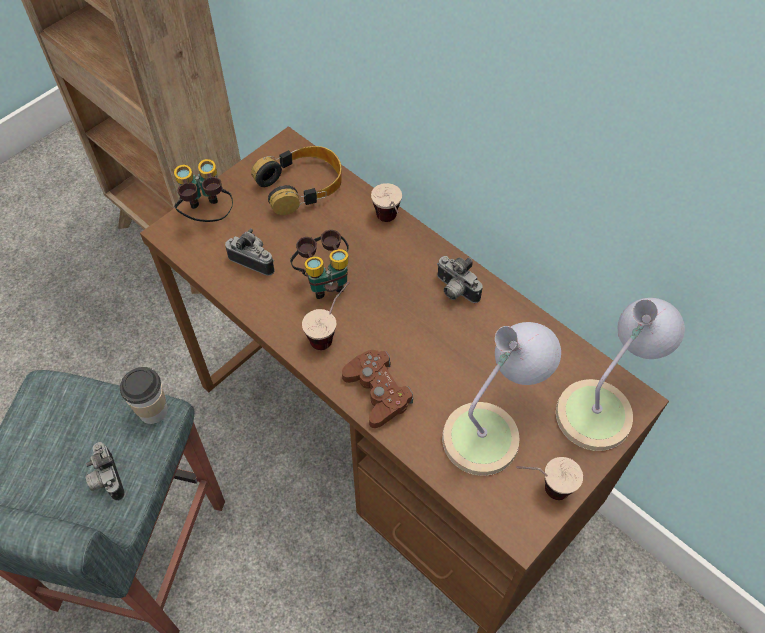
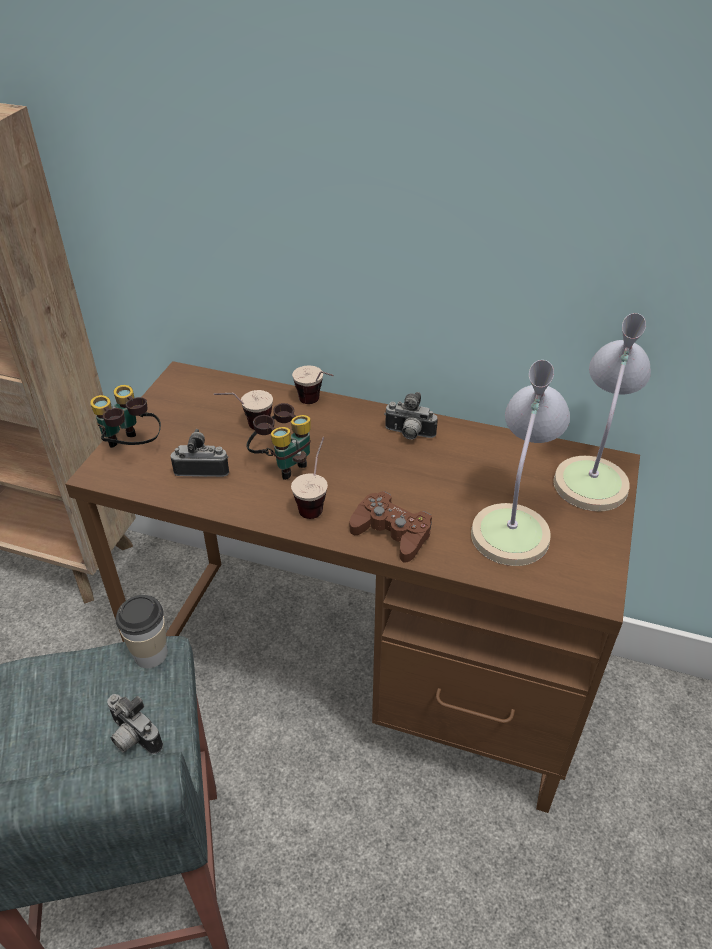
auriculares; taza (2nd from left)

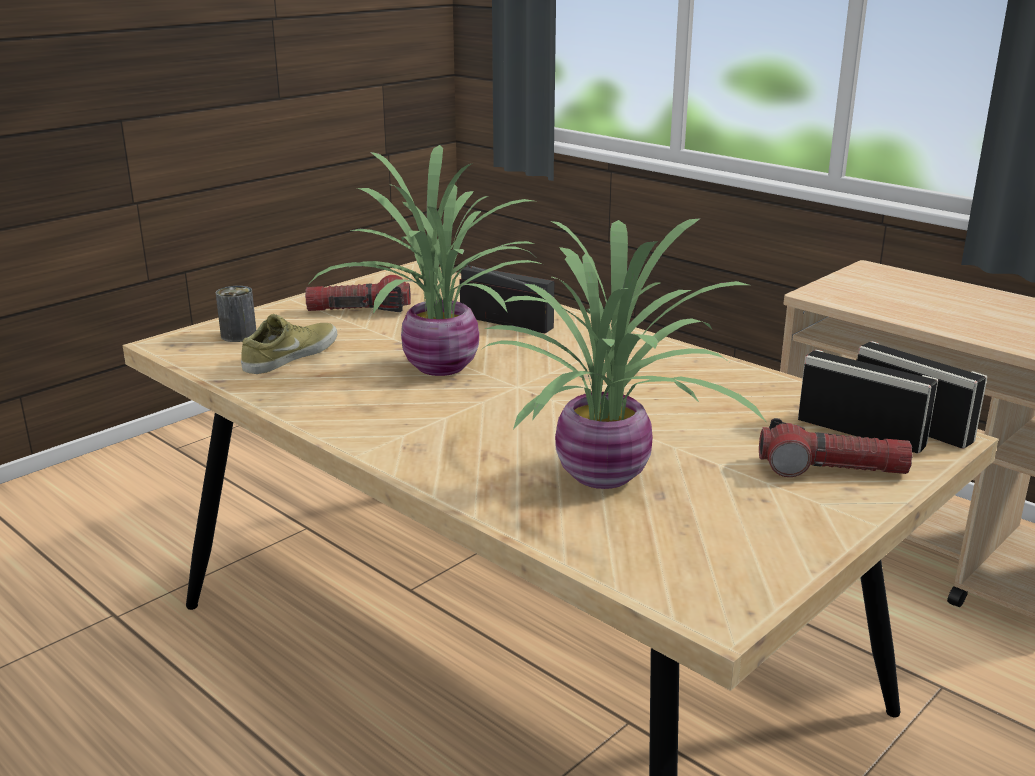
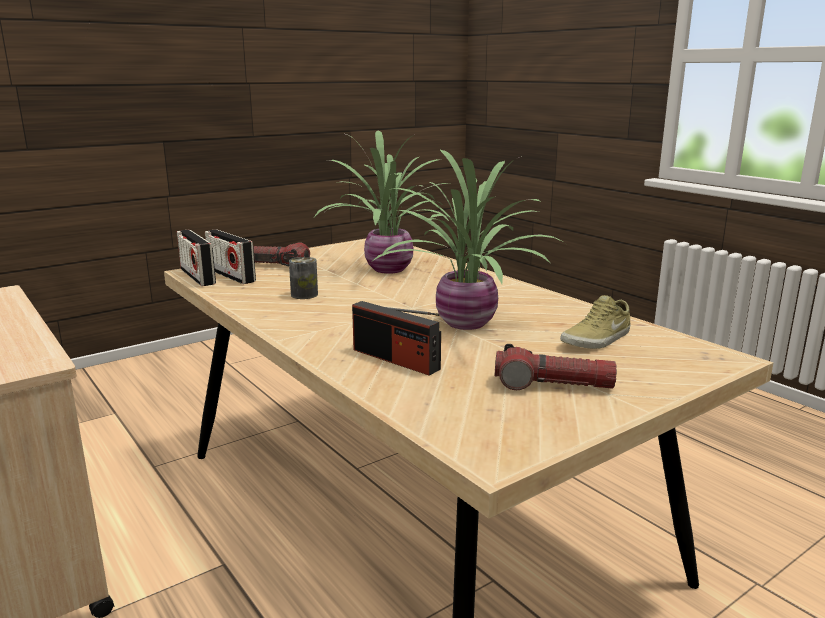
lata

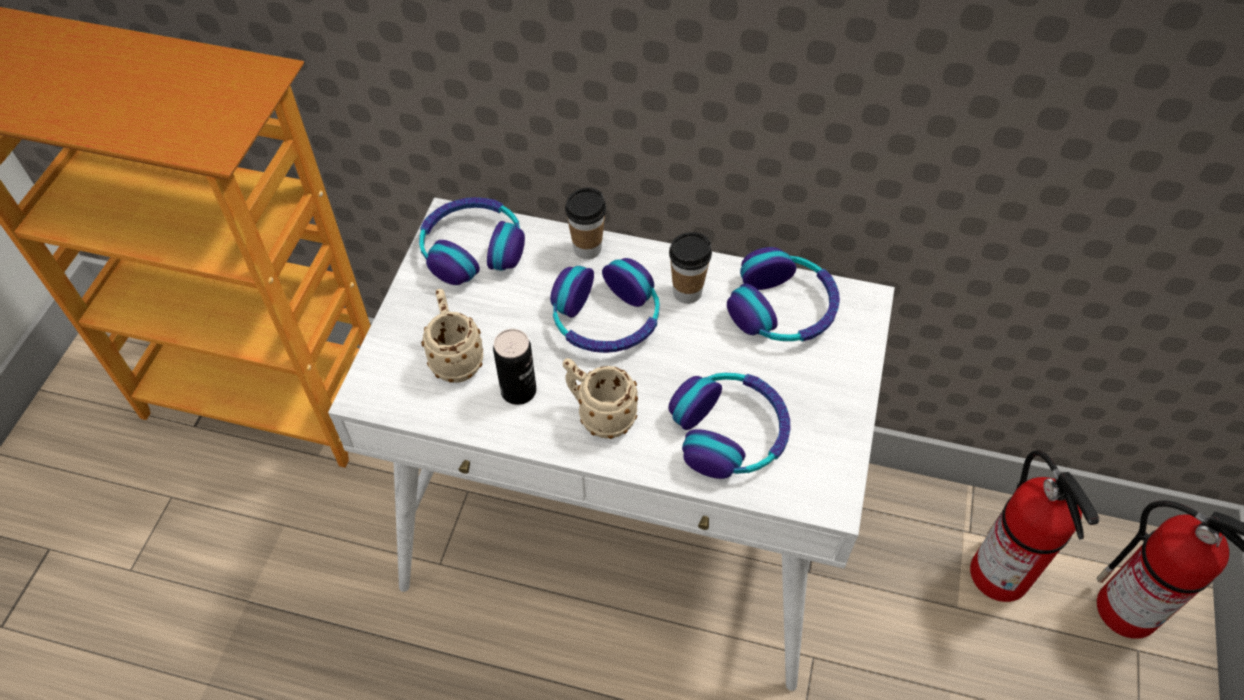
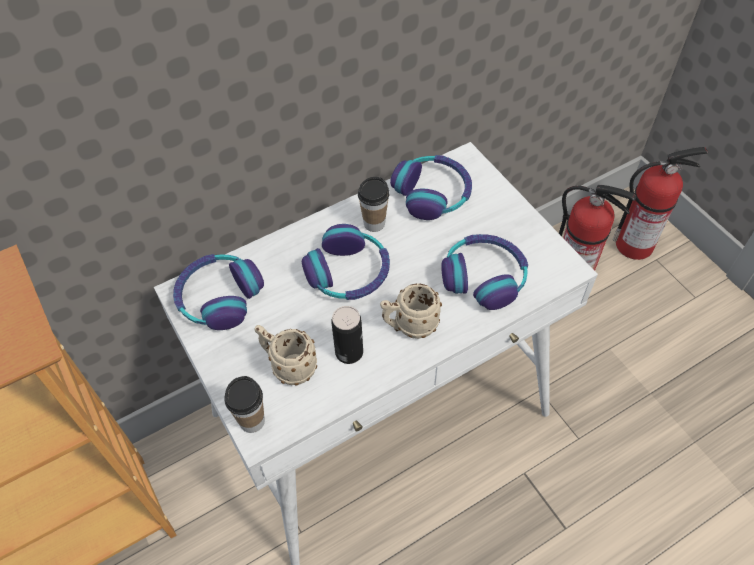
taza (1st from left)

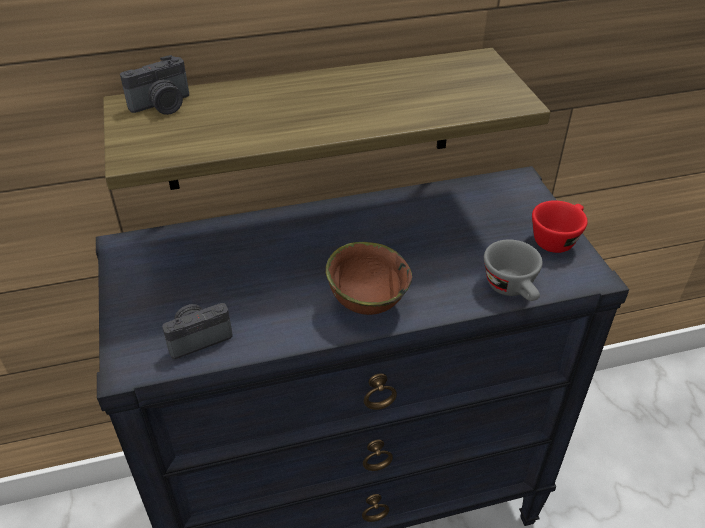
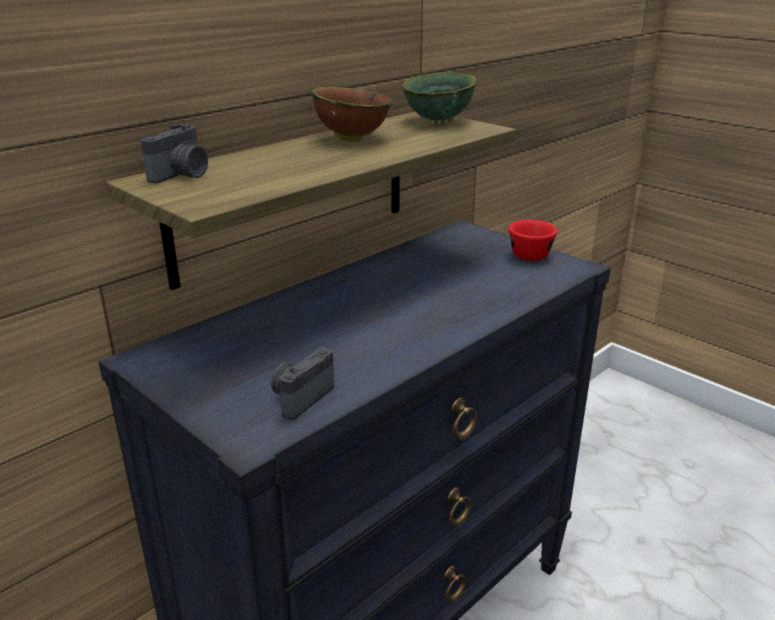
taza (gris); cuenco (marrón); cuenco (verde)

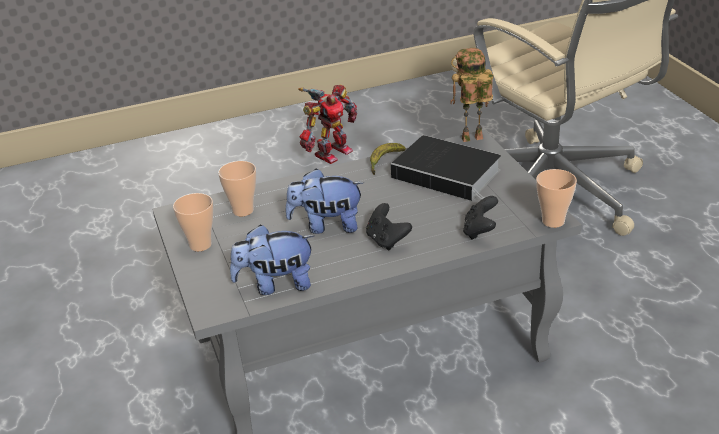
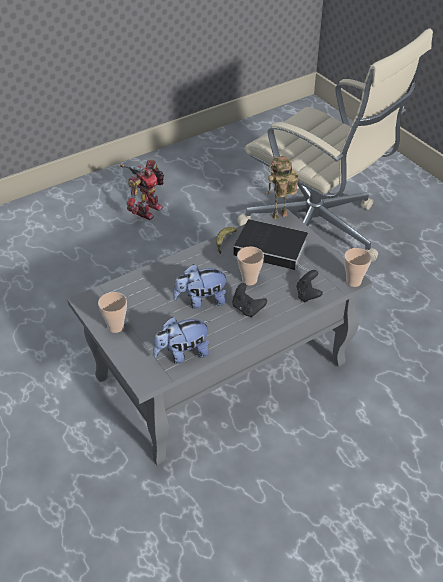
taza (2nd from left)

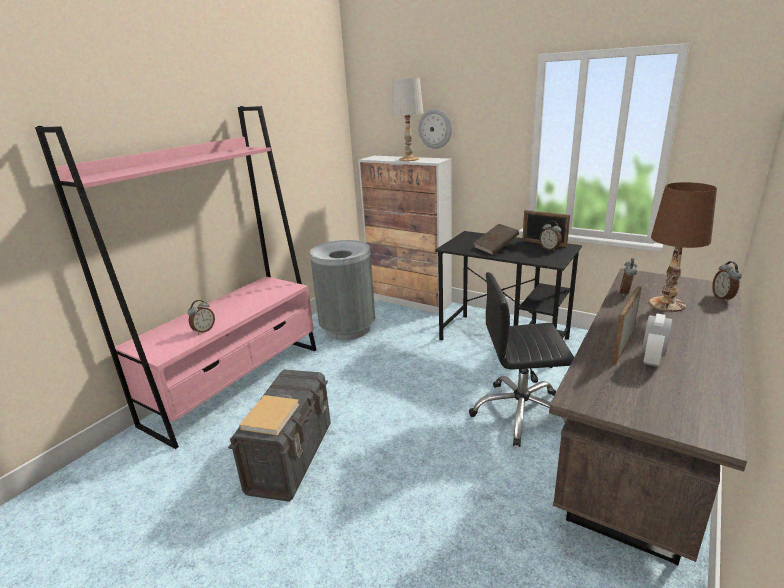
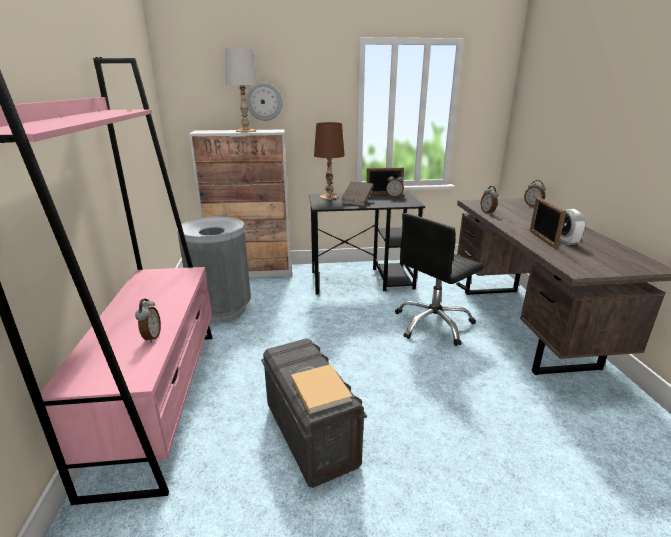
lámpara de mesa (marrón)

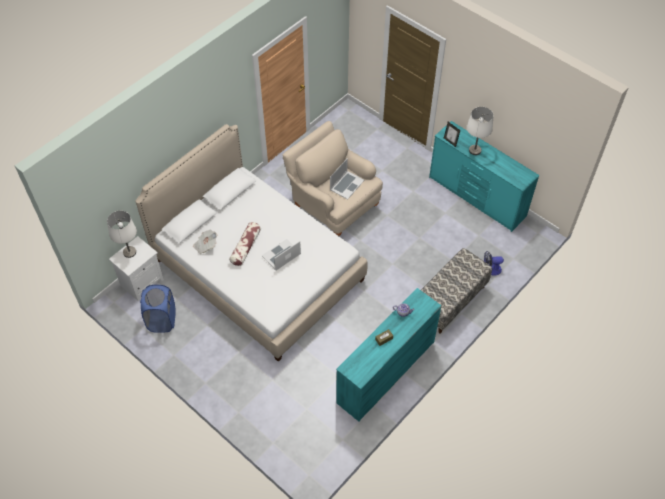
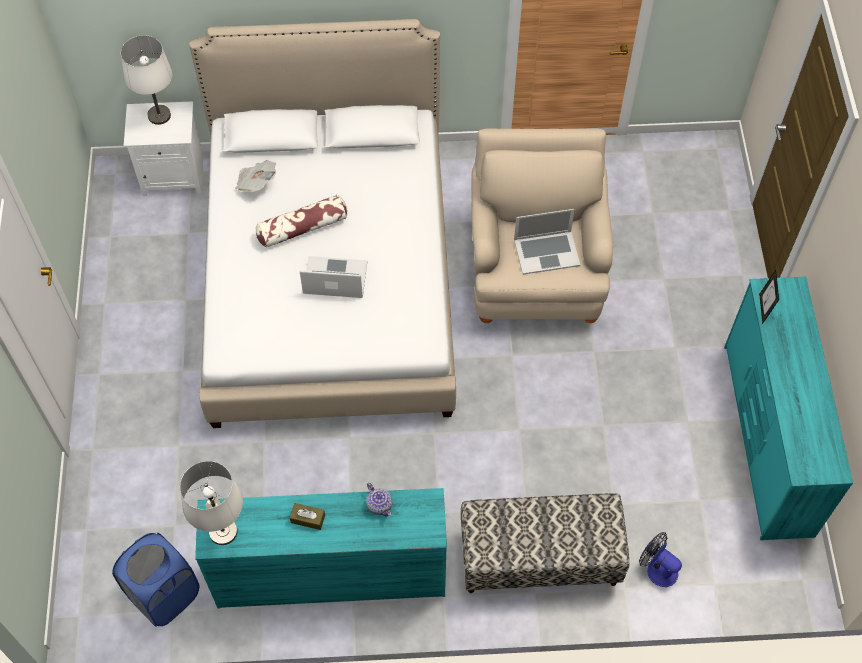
lámpara de mesa (blanco) (2nd from left); cesto de la ropa (azul)

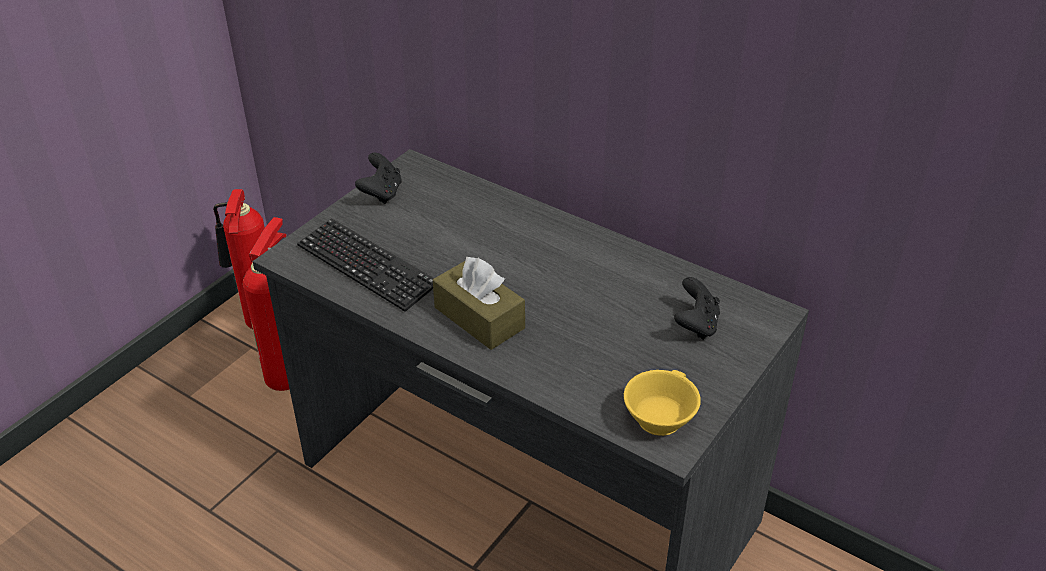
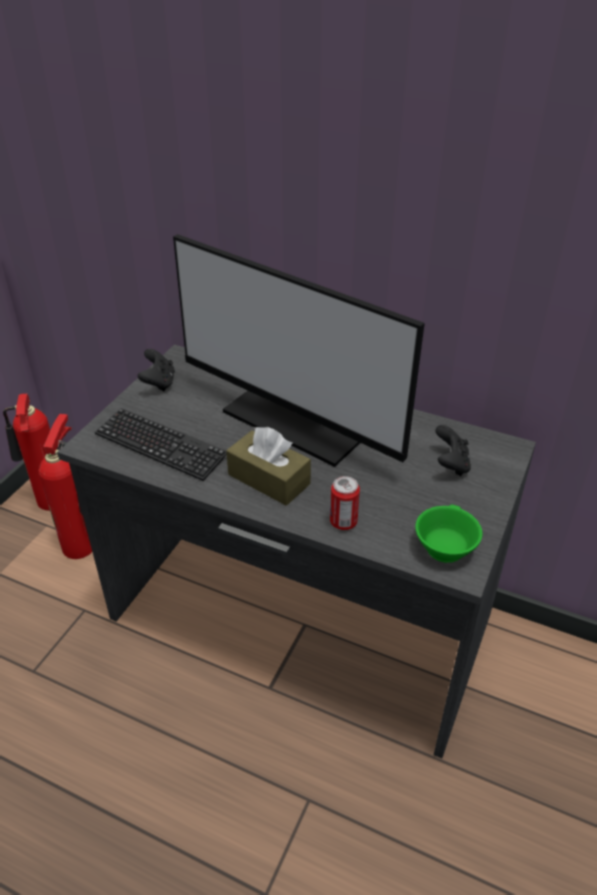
taza (verde); monitor; lata

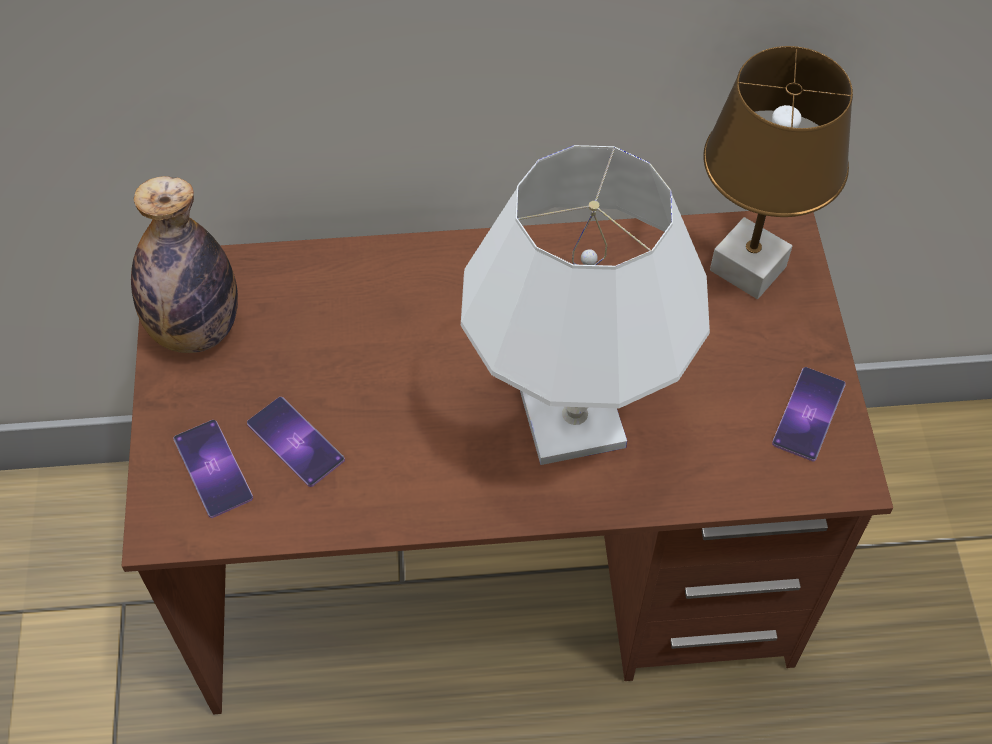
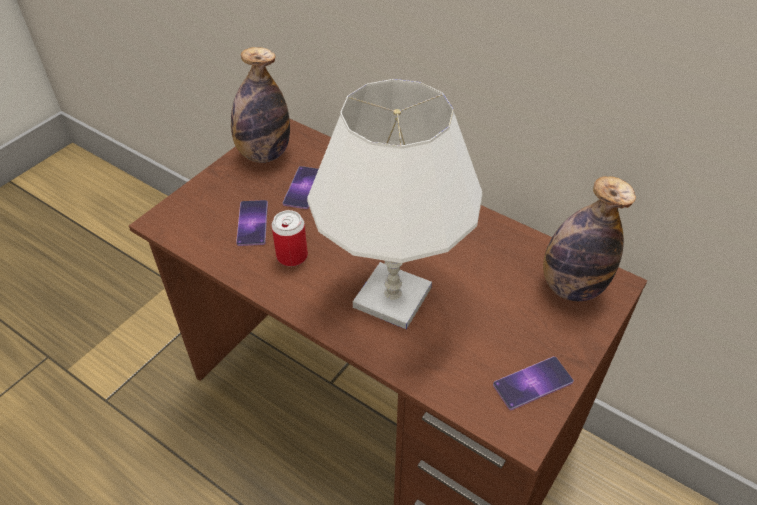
botella (2nd from left); móvil (2nd from left); lata

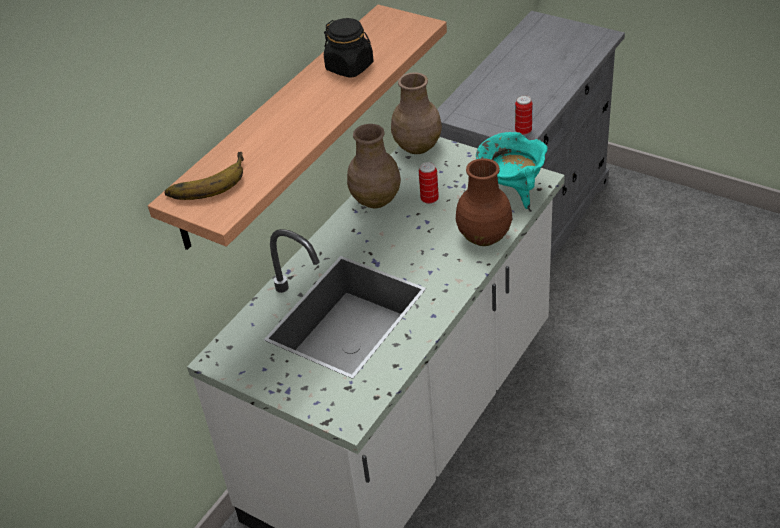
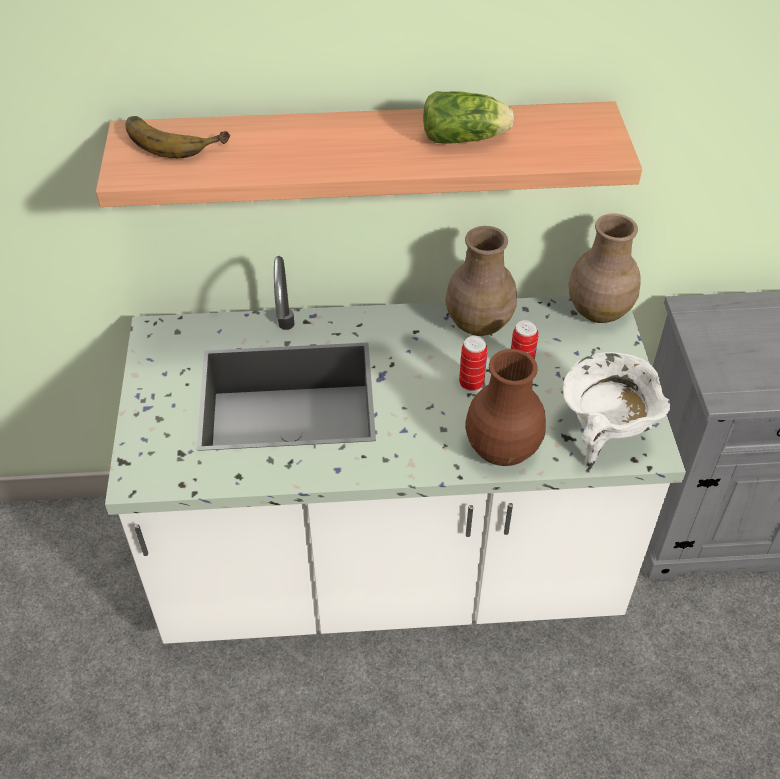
lechuga; lata (1st from left); olla (blanco)

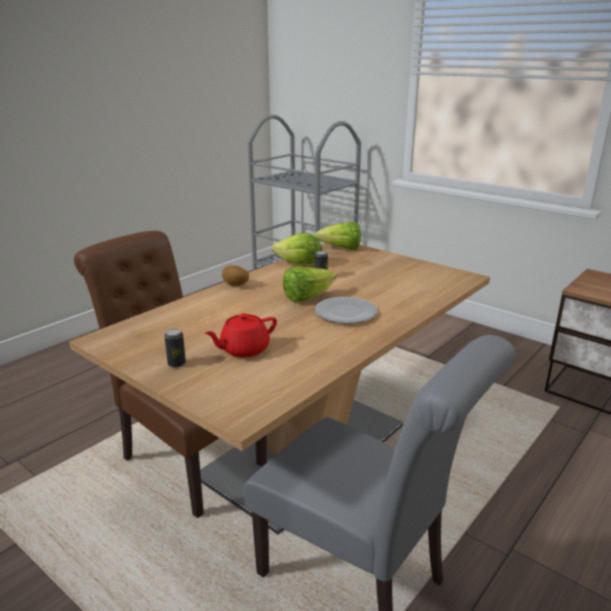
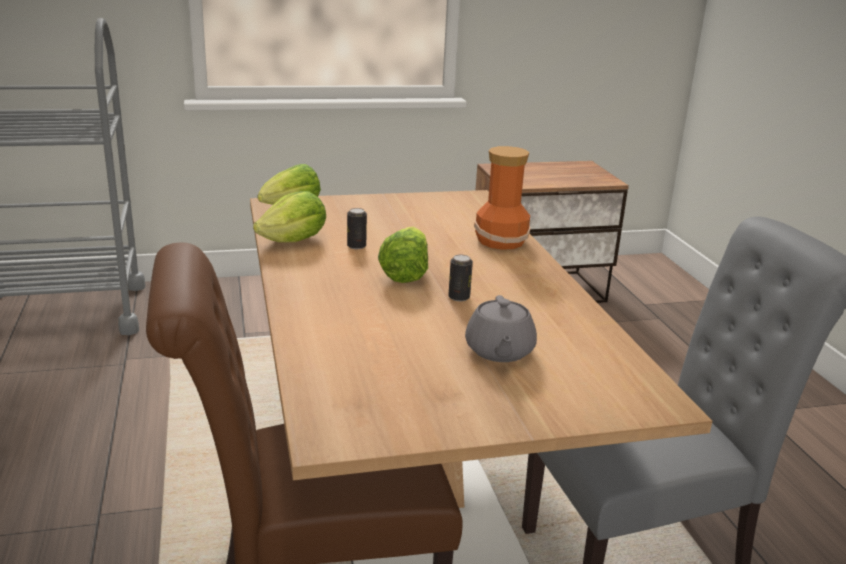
patata; plato; tetera (gris); lata (2nd from left); florero

